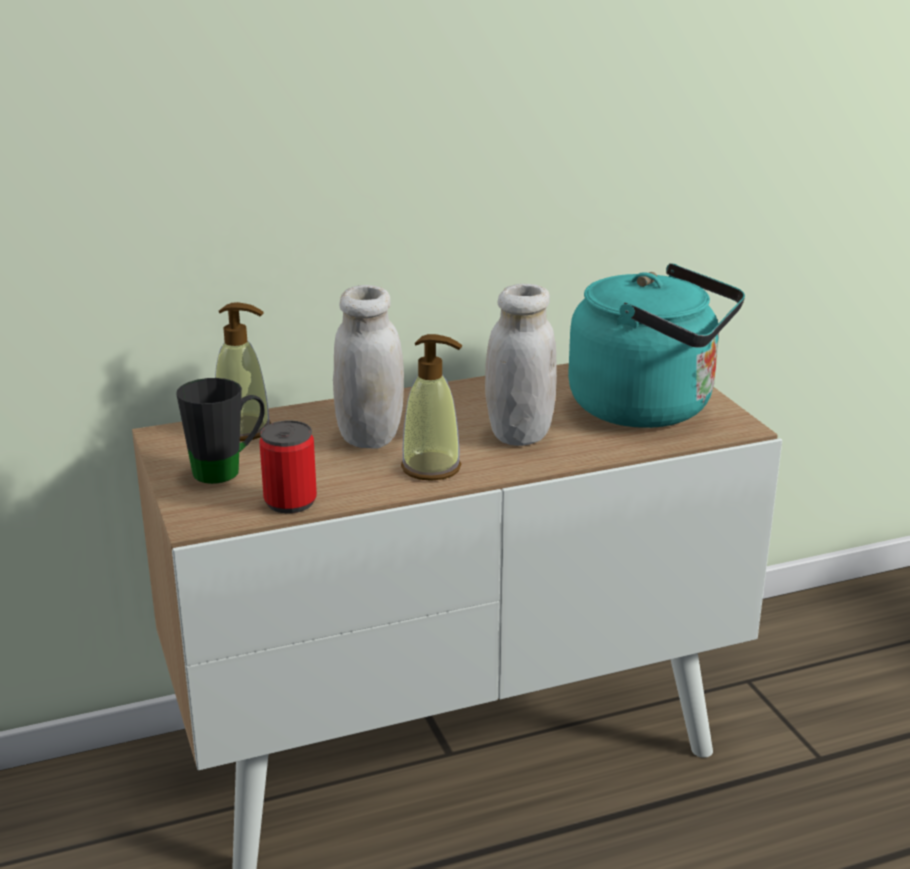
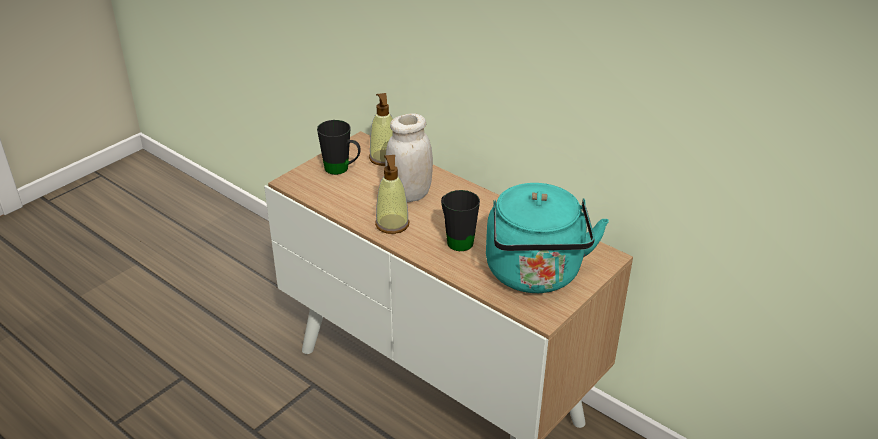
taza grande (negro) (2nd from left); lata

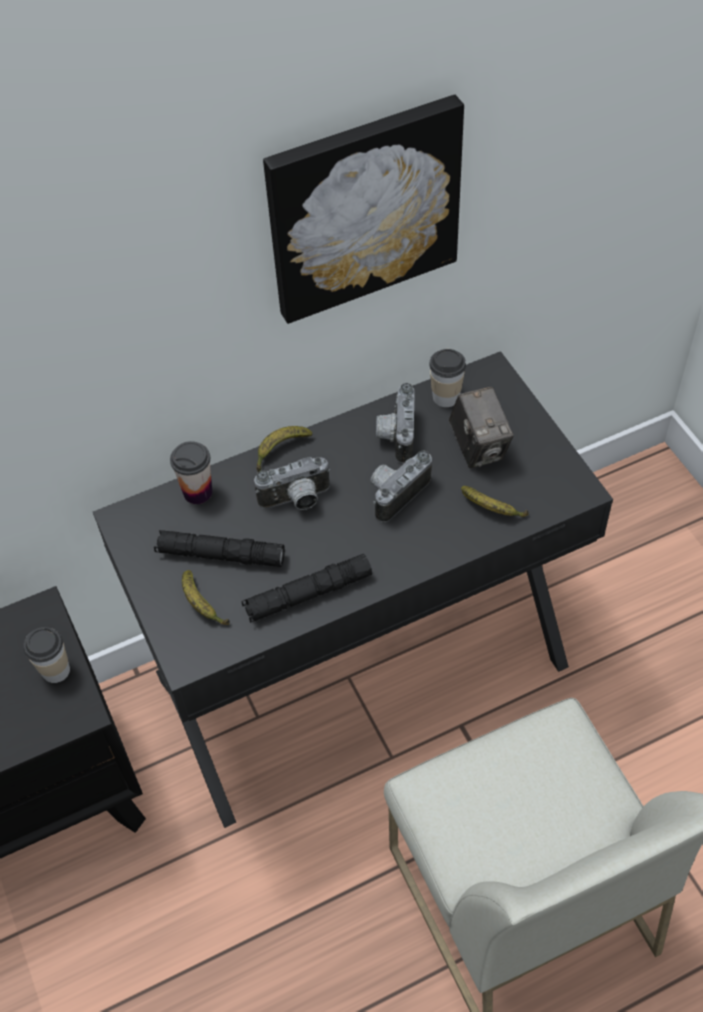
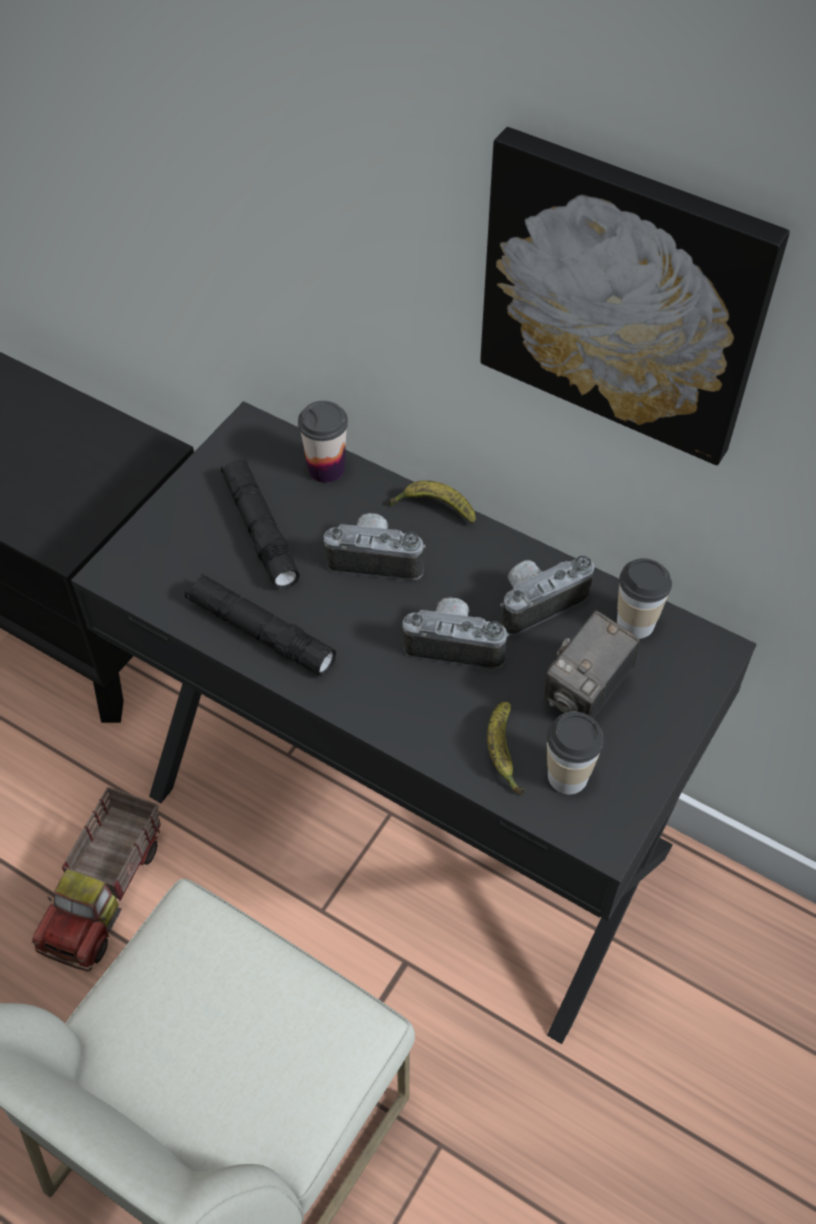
cámara (1st from left); plátano (1st from left in the first image); taza (2nd from left); camión de juguete

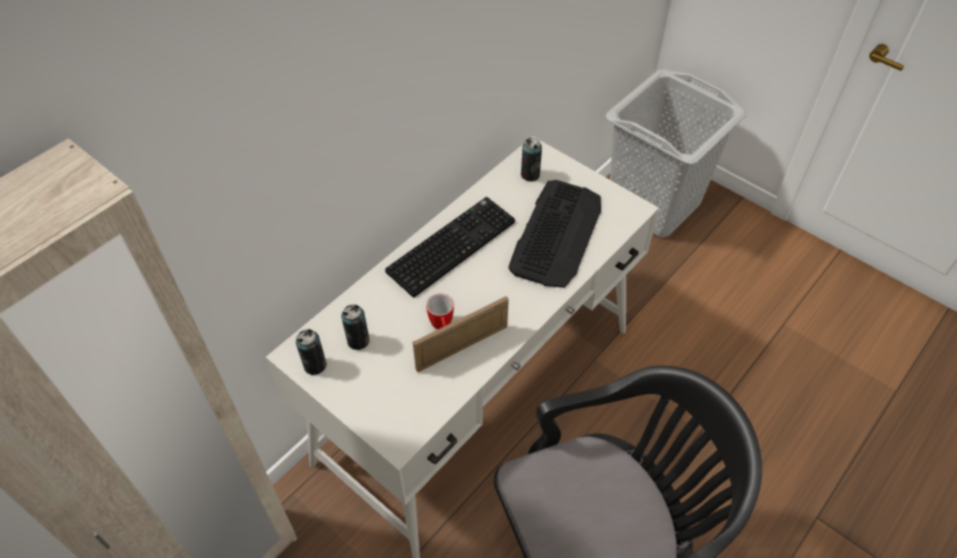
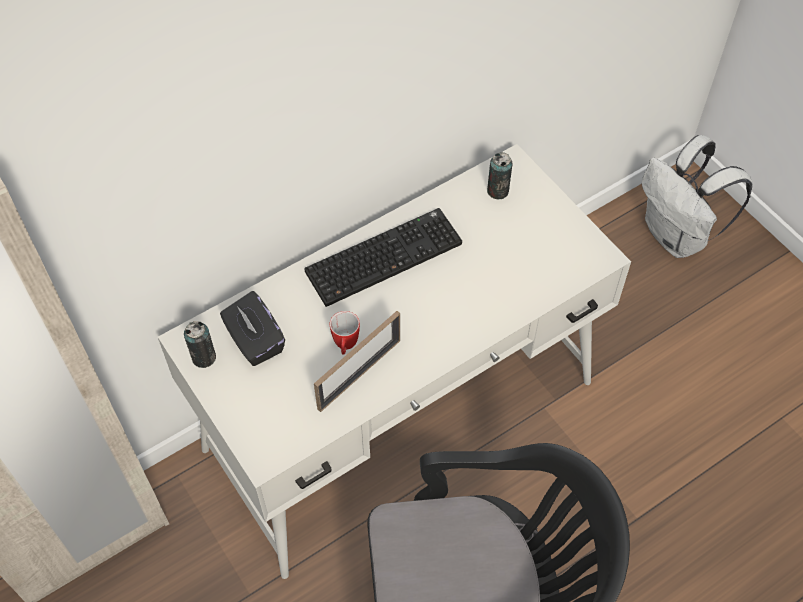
mochila (blanco); teclado (2nd from left in the first image); portarretratos; caja de pañuelos (negro)

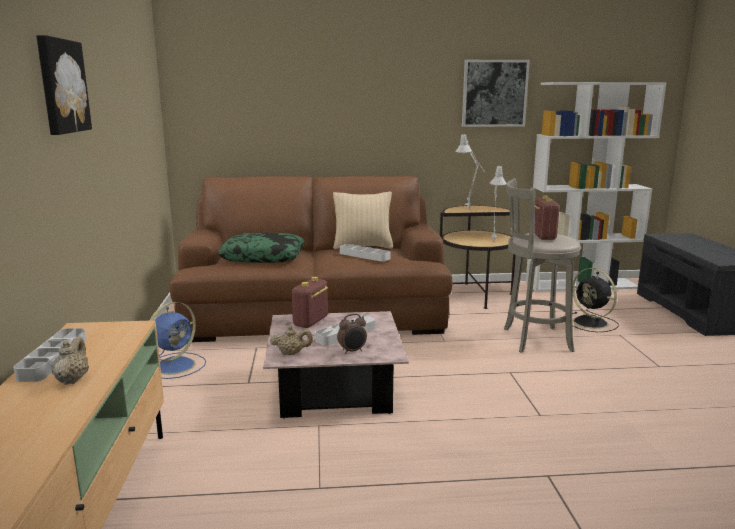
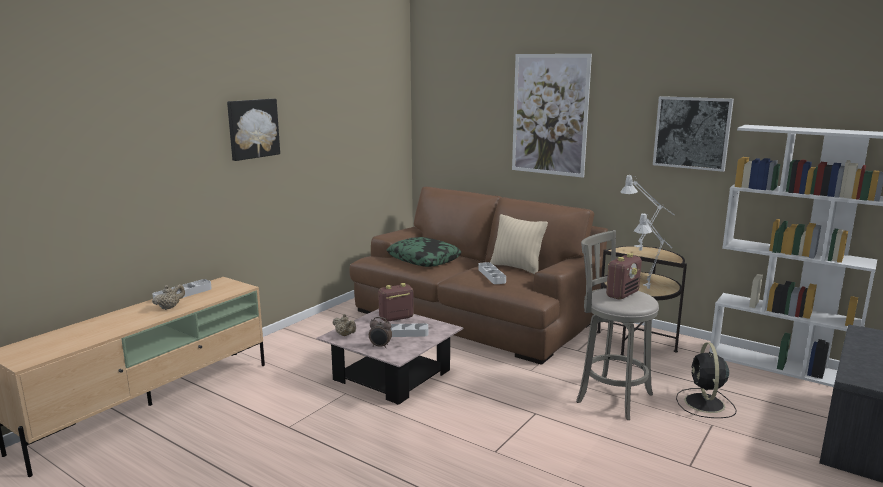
ventilador (azul); cuadro (2nd from left)

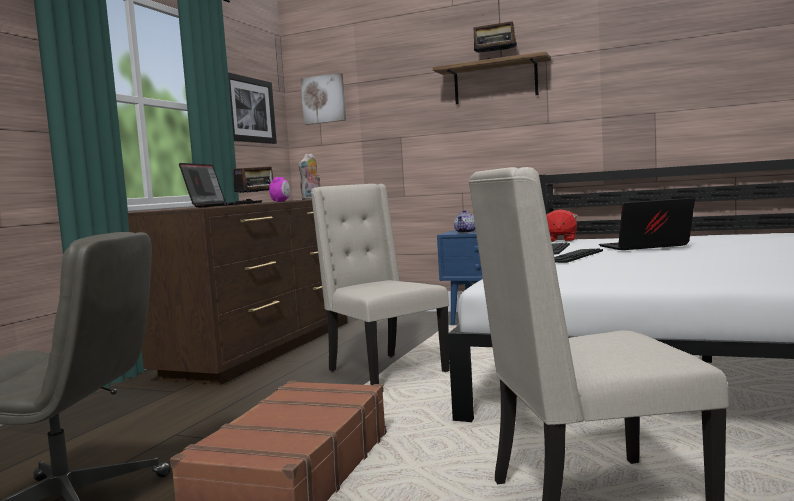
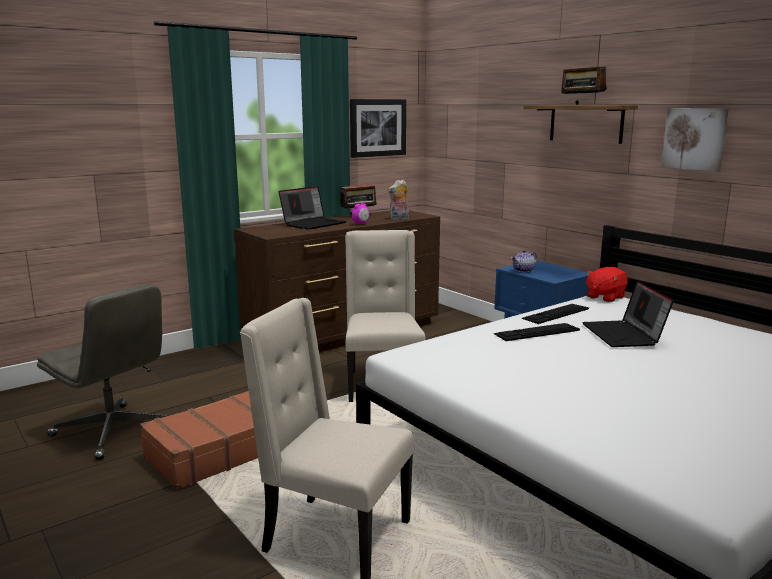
cuadro (2nd from left); portátil (2nd from left)

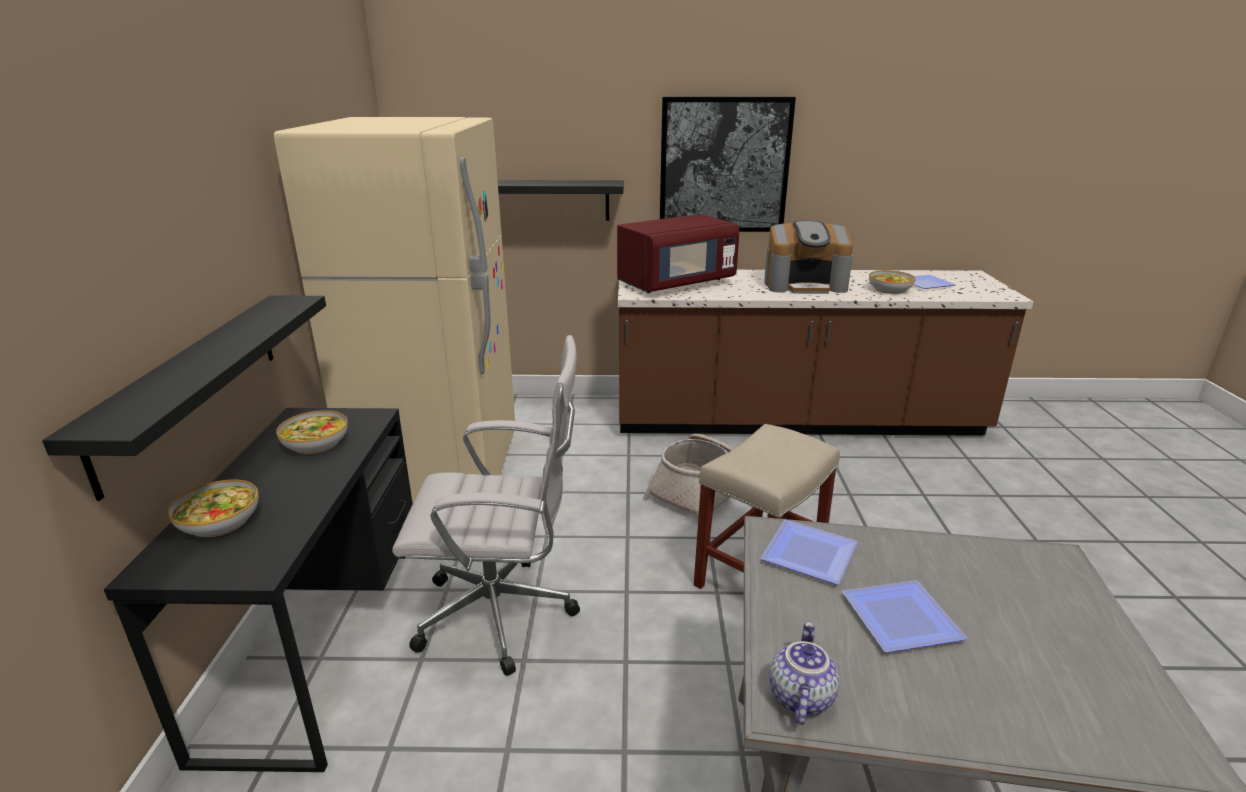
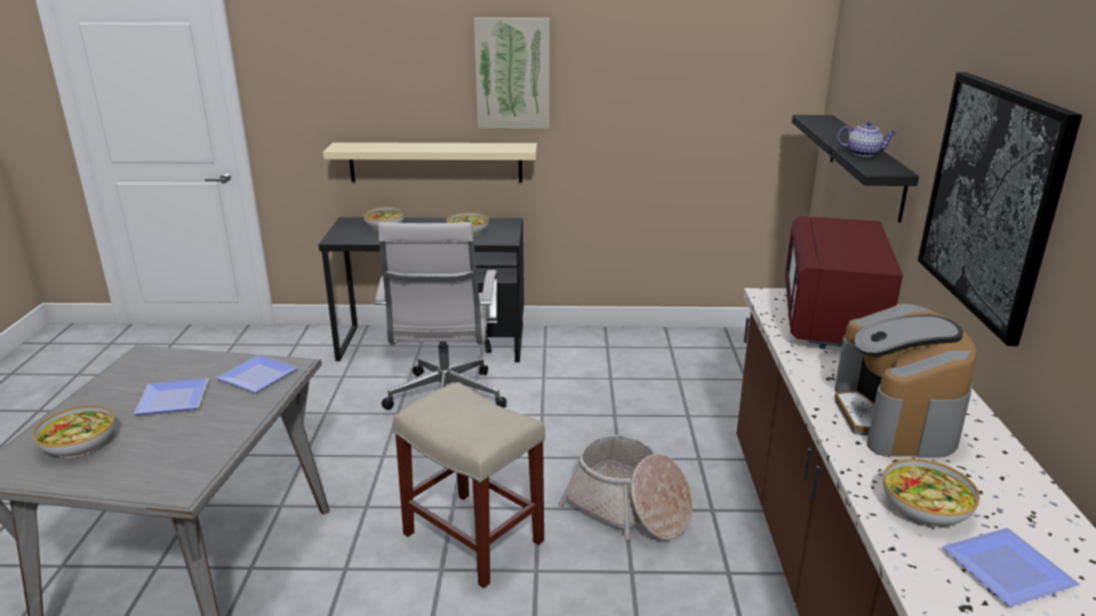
nevera (beis); microondas (rojo); estante (beis); tetera; cuadro (1st from left); cuenco (1st from left)

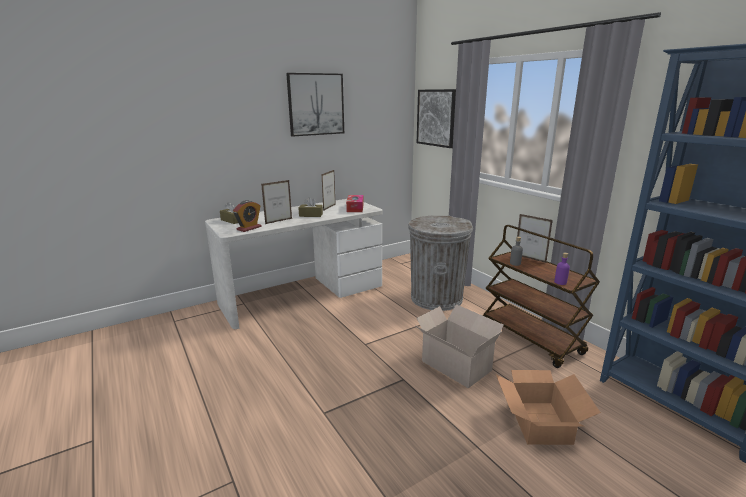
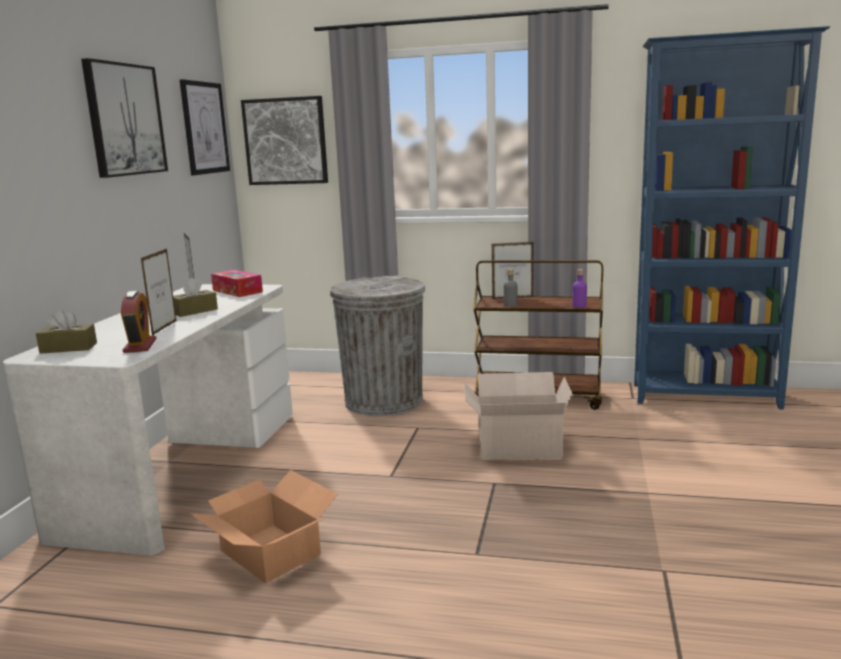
caja de cartón (1st from left); cuadro (2nd from left)

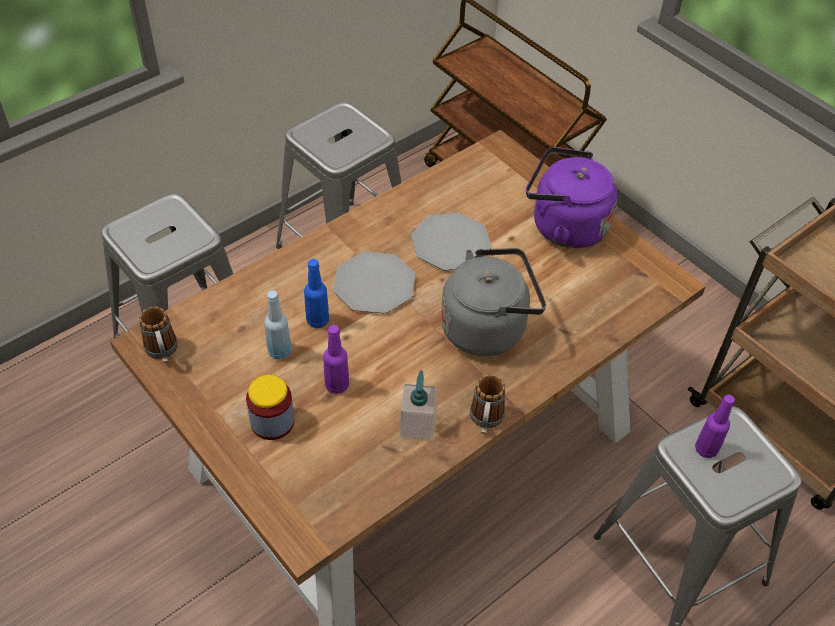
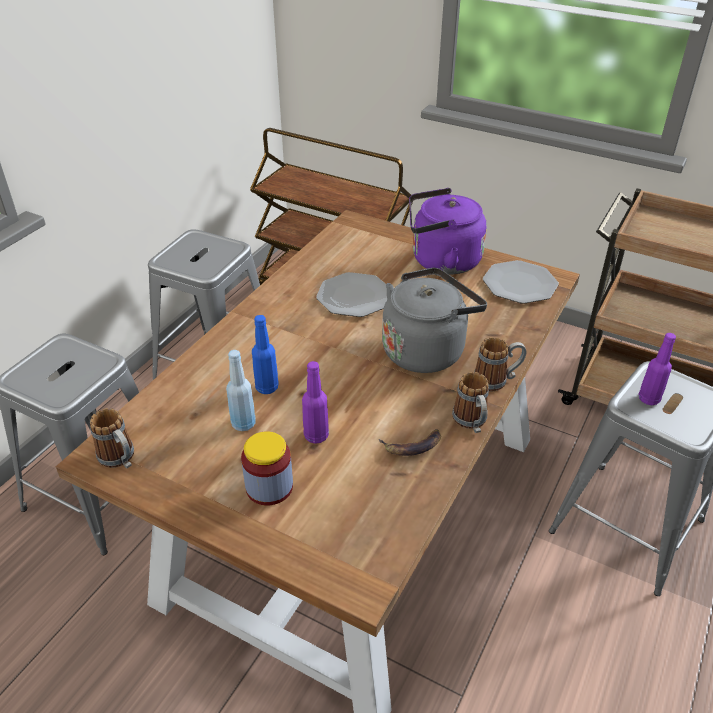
plato (2nd from left); plátano; taza grande (3rd from left)

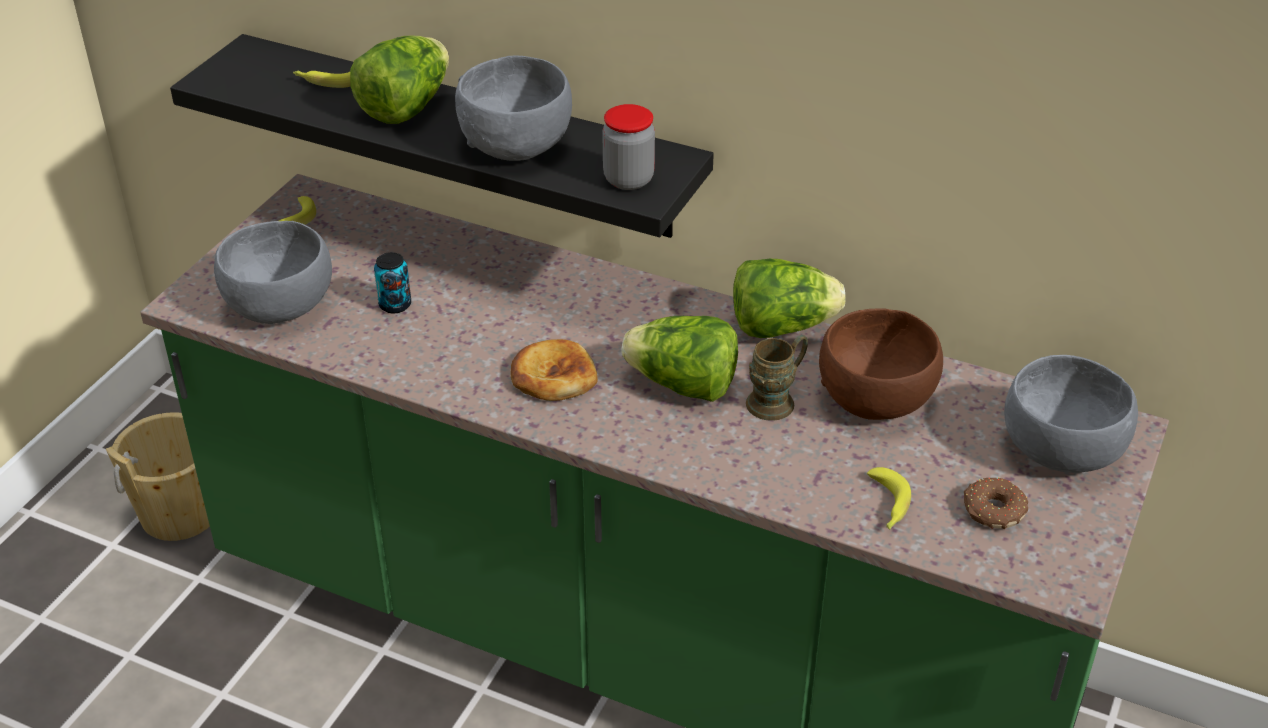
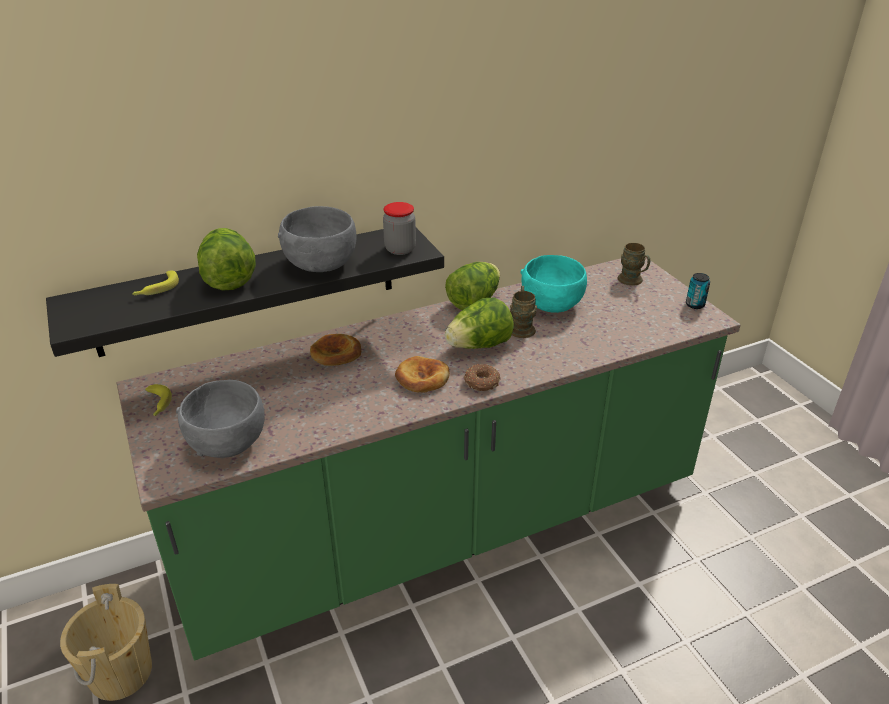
lata; cuenco (turquesa); taza grande (marrón) (2nd from left); plátano (3rd from left in the first image); rosquilla; pan (1st from left)

